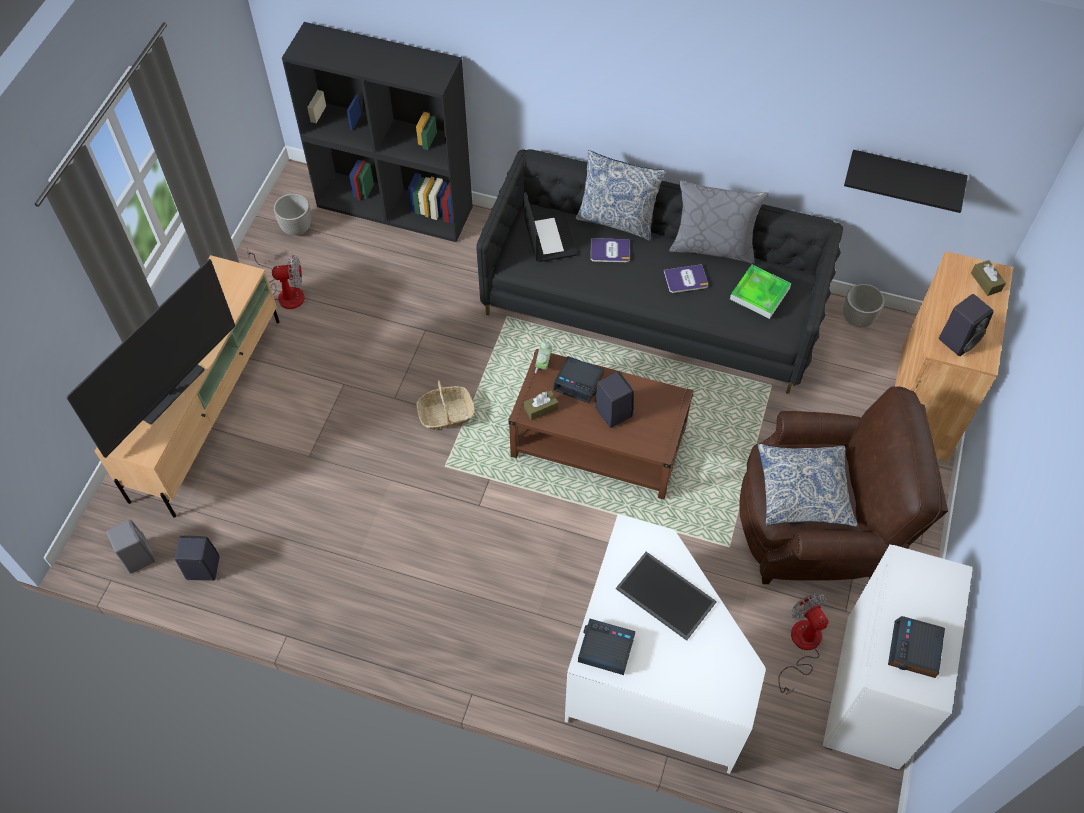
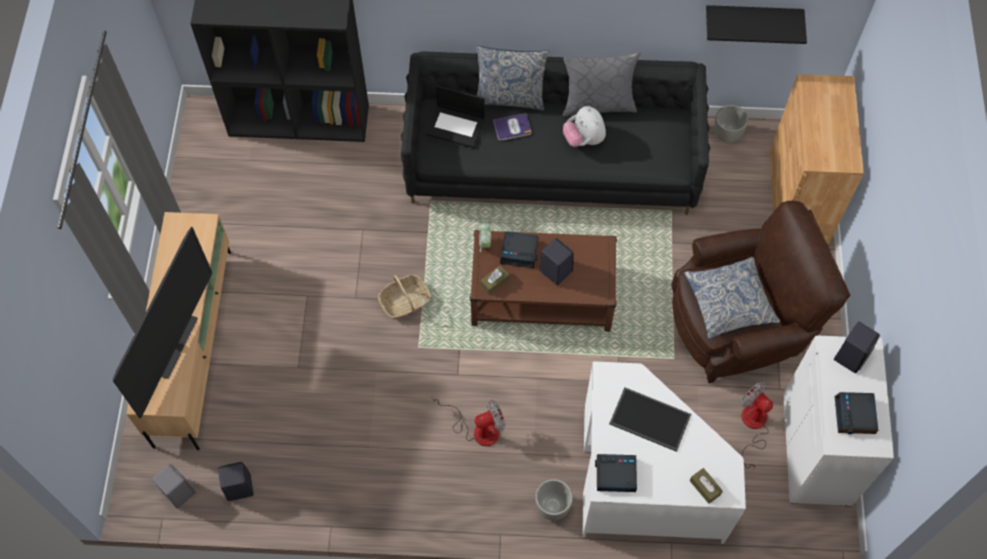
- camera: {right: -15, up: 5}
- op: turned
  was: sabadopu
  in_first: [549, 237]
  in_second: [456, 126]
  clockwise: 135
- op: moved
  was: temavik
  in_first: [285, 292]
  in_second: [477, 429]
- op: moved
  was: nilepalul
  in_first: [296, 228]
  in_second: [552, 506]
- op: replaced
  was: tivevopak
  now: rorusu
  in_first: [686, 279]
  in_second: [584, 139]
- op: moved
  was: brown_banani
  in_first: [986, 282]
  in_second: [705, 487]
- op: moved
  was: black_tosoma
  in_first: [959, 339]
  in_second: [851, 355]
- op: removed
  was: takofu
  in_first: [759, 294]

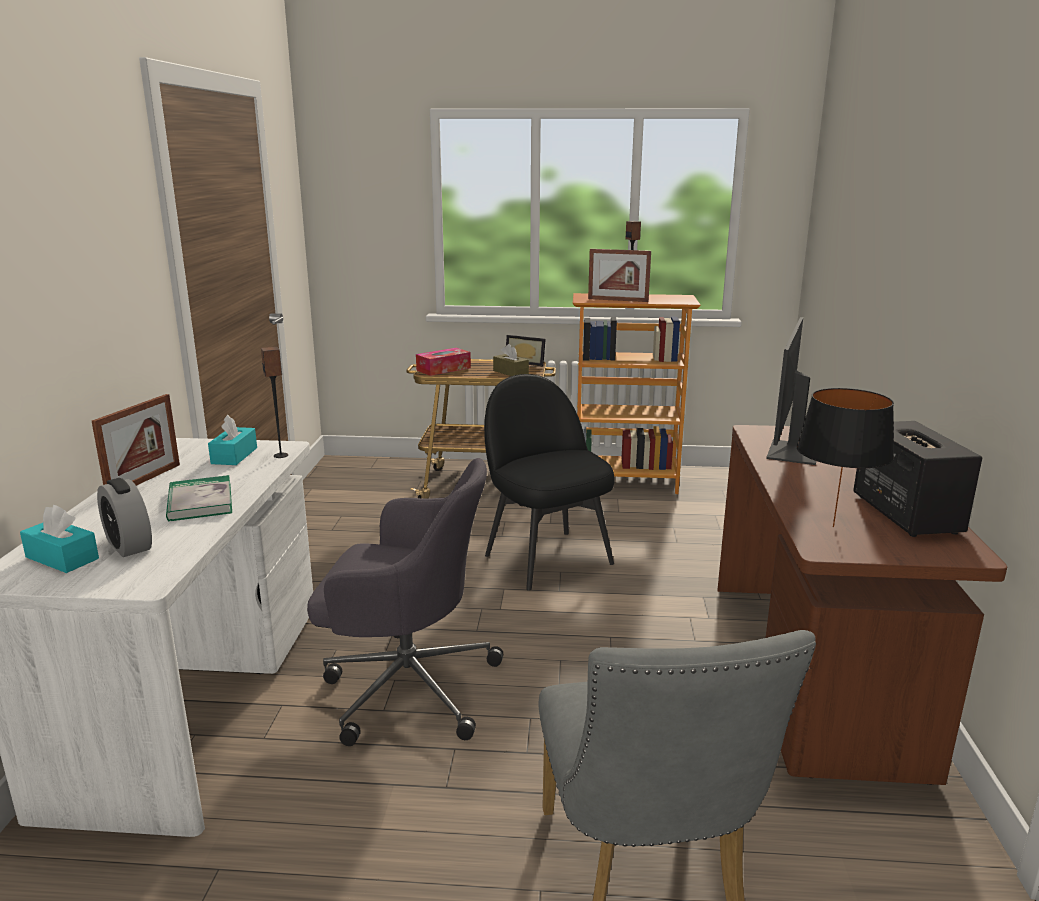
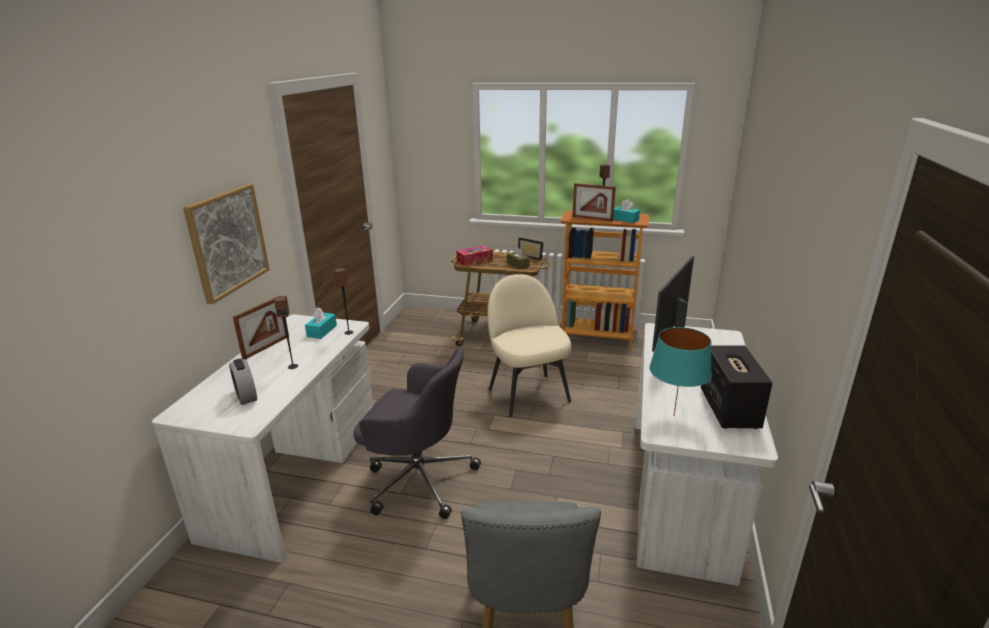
- camera: {right: 10, up: 5}
- op: added
  now: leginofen
  in_second: [227, 241]
- op: replaced
  was: tivevopak
  now: tosoma
  in_first: [200, 502]
  in_second: [293, 366]
- op: recoloured
  was: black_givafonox
  now: beige_givafonox
  in_first: [546, 558]
  in_second: [528, 394]
- op: moved
  was: turquoise_banani
  in_first: [62, 558]
  in_second: [625, 219]
- op: recoloured
  was: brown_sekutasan
  now: white_sekutasan
  in_first: [816, 671]
  in_second: [681, 494]
- op: recoloured
  was: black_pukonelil
  now: turquoise_pukonelil
  in_first: [834, 527]
  in_second: [674, 416]

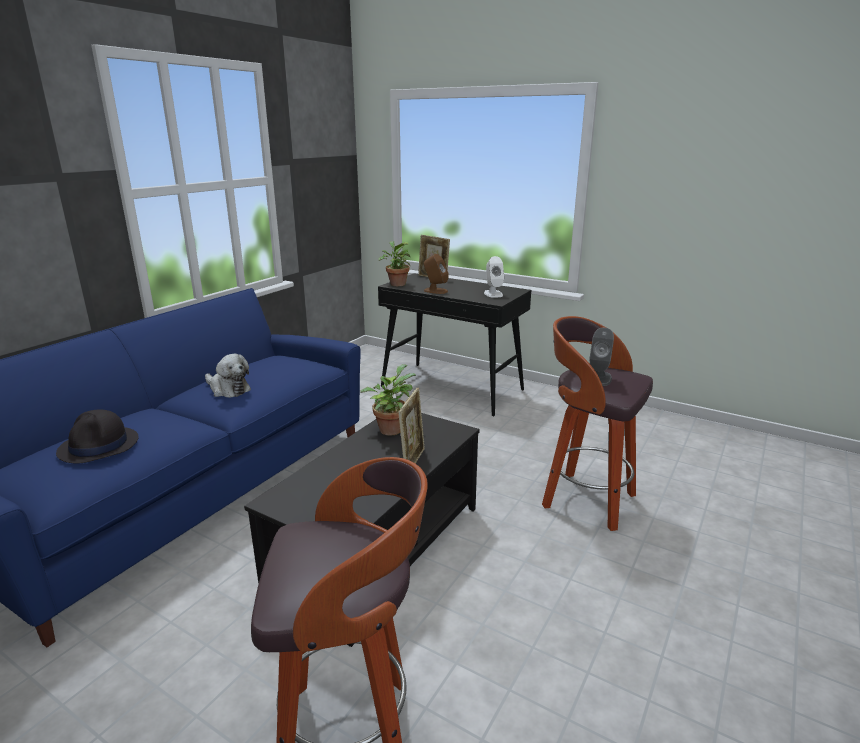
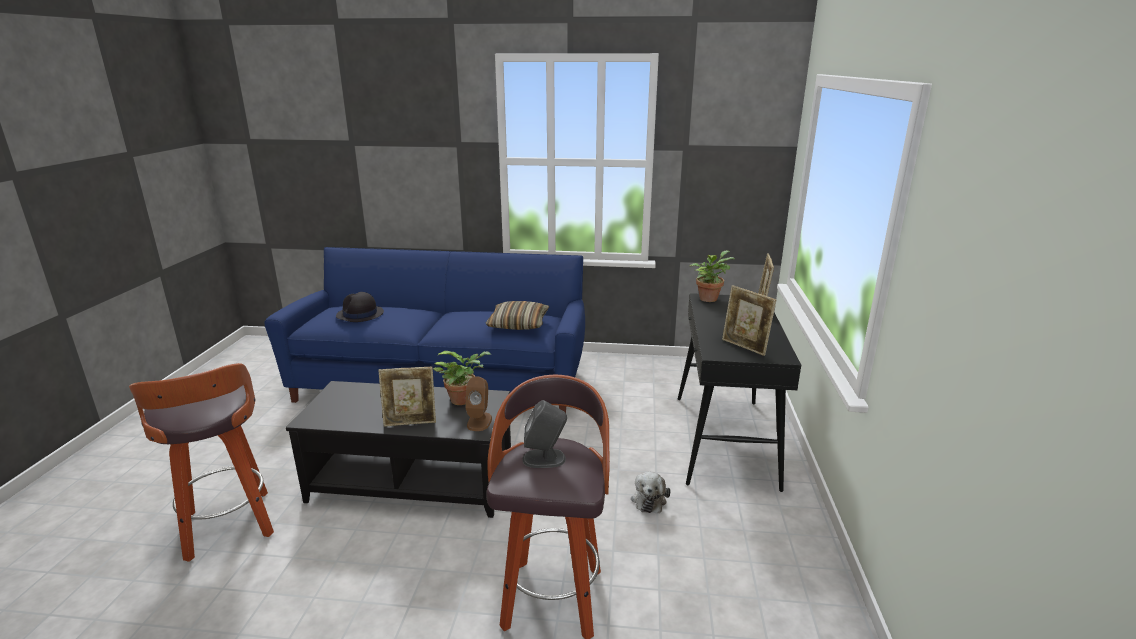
- camera: {right: 65, up: 0}
- op: moved
  was: brown_tosoma
  in_first: [435, 291]
  in_second: [479, 421]
- op: added
  now: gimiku
  in_second: [518, 324]
- op: moved
  was: rorusu
  in_first: [228, 389]
  in_second: [649, 499]
- op: replaced
  was: white_tosoma
  now: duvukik
  in_first: [493, 294]
  in_second: [744, 347]

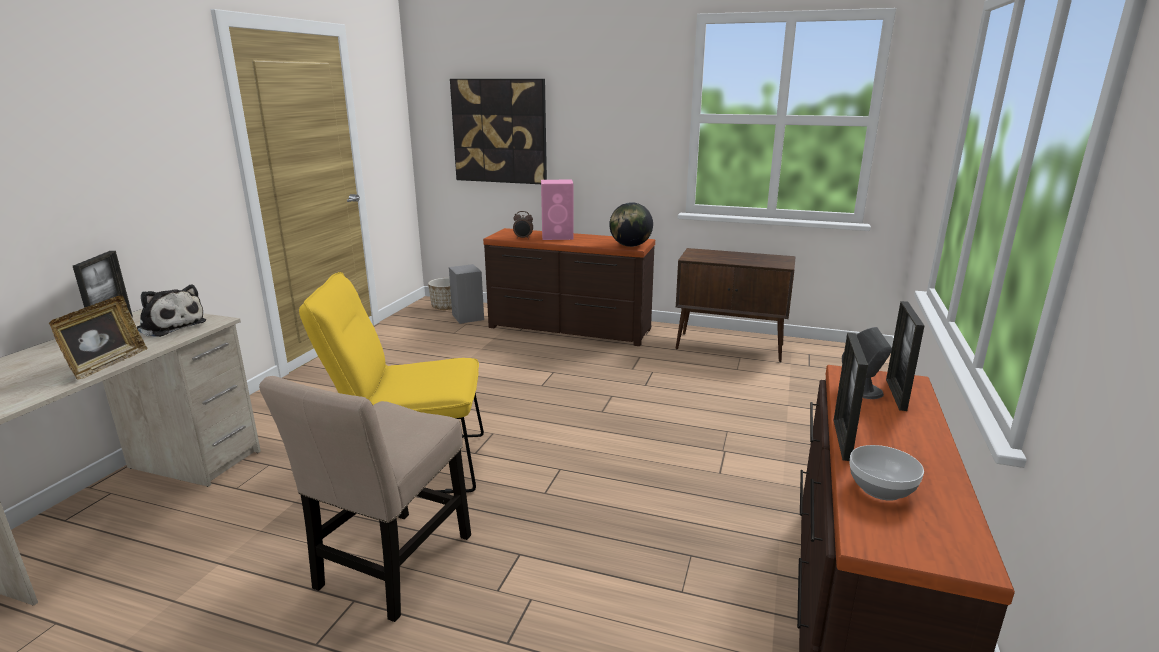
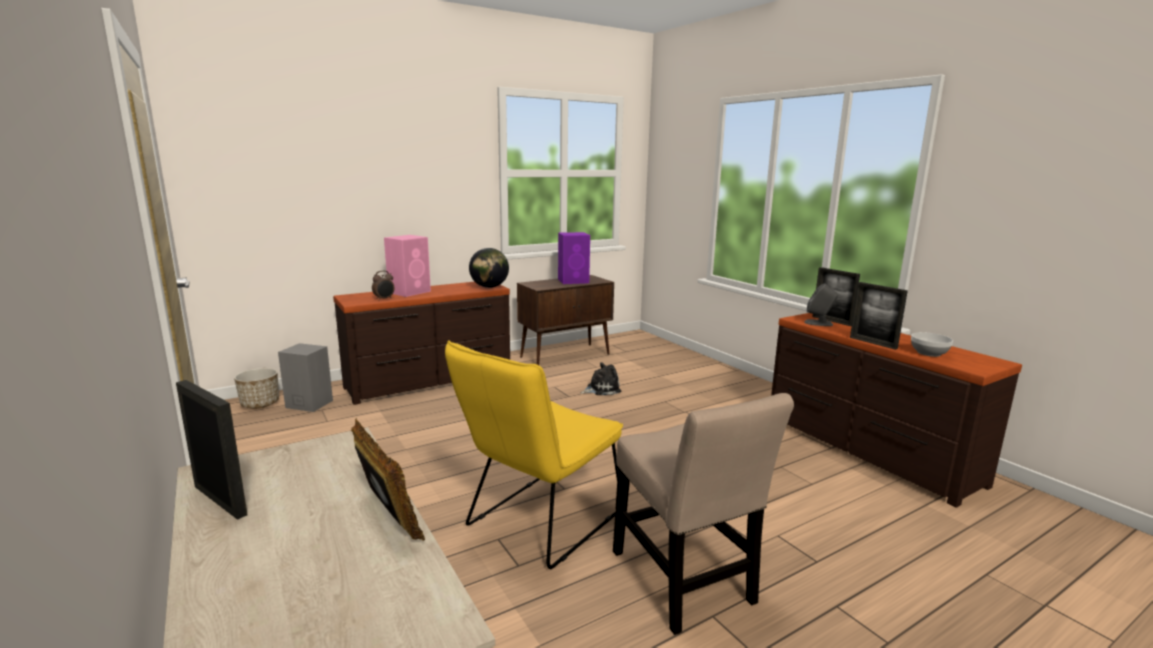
- camera: {right: -50, up: -5}
- op: added
  now: purple_tosoma
  in_second: [574, 281]
- op: moved
  was: rorusu
  in_first: [170, 326]
  in_second: [601, 389]
- op: removed
  was: leginofen
  in_first: [499, 131]

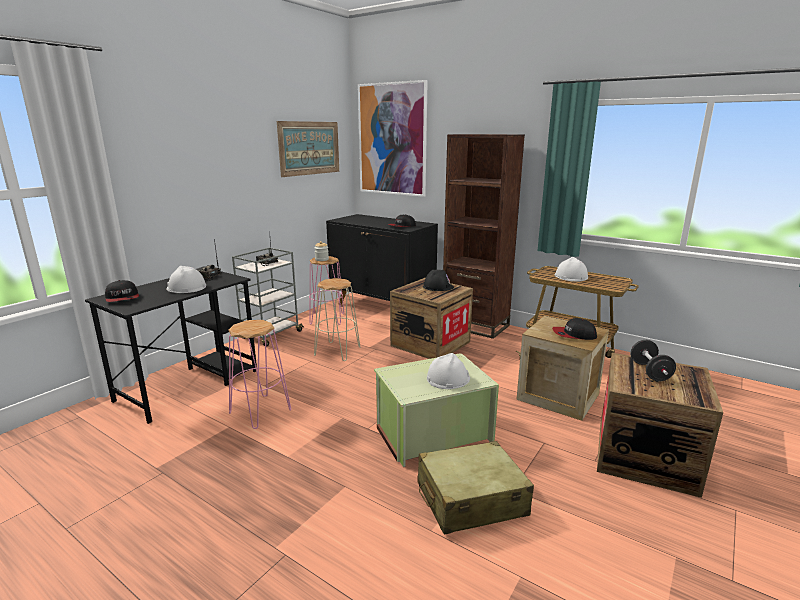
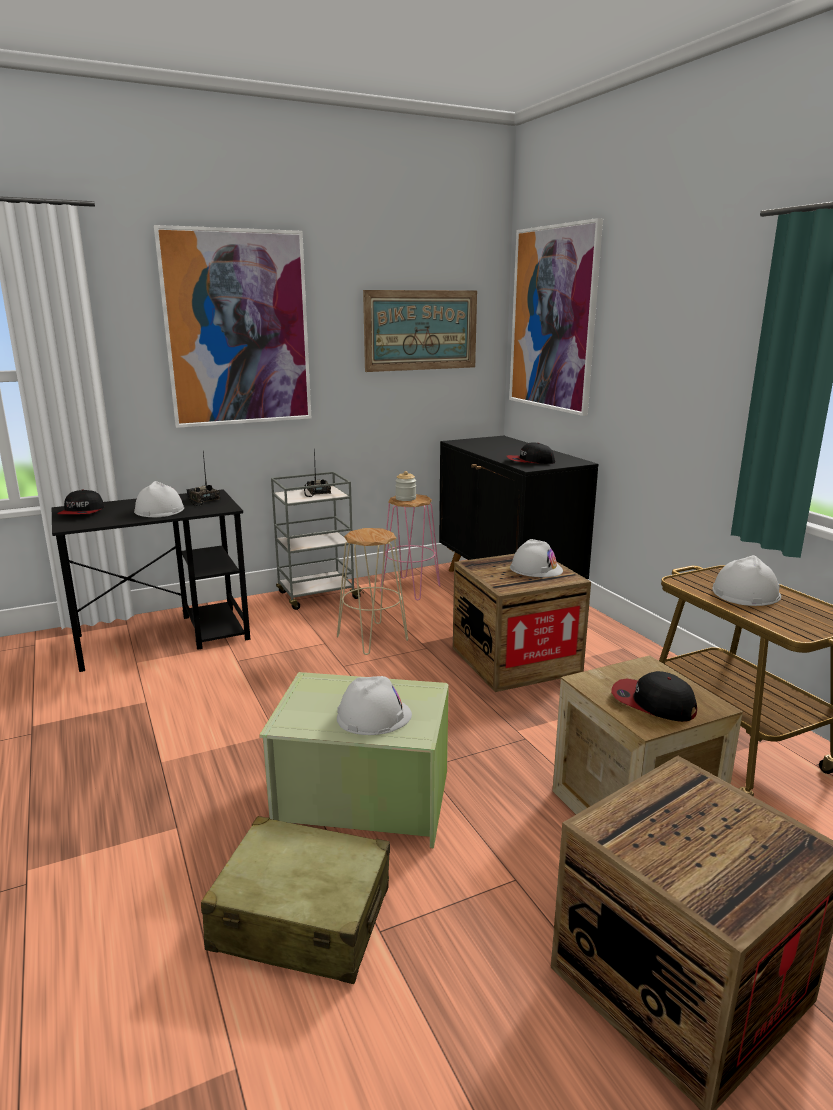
- camera: {right: 30, up: 0}
- op: added
  now: leginofen
  in_second: [237, 329]
- op: recoloured
  was: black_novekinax
  now: white_novekinax
  in_first: [438, 286]
  in_second: [536, 569]
- op: removed
  was: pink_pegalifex
  in_first: [260, 412]
- op: removed
  was: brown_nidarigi
  in_first: [475, 325]
- op: removed
  was: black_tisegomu
  in_first: [650, 372]

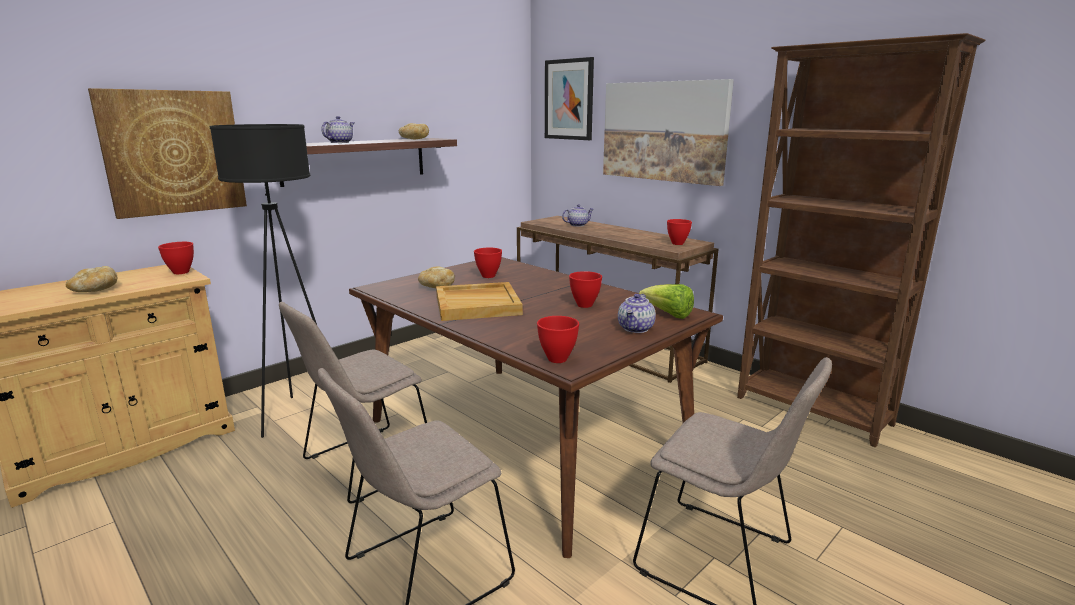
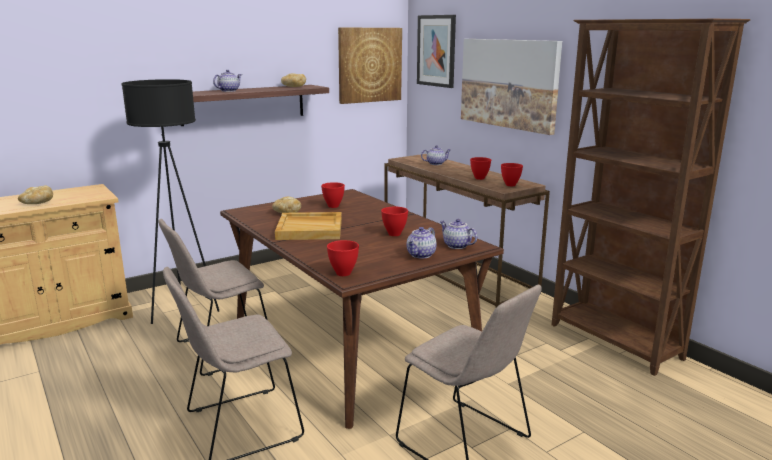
- camera: {right: 10, up: 0}
- op: moved
  was: leginofen
  in_first: [173, 152]
  in_second: [369, 65]
- op: replaced
  was: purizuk
  now: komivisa
  in_first: [668, 315]
  in_second: [456, 246]
- op: moved
  was: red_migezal
  in_first: [180, 272]
  in_second: [479, 178]

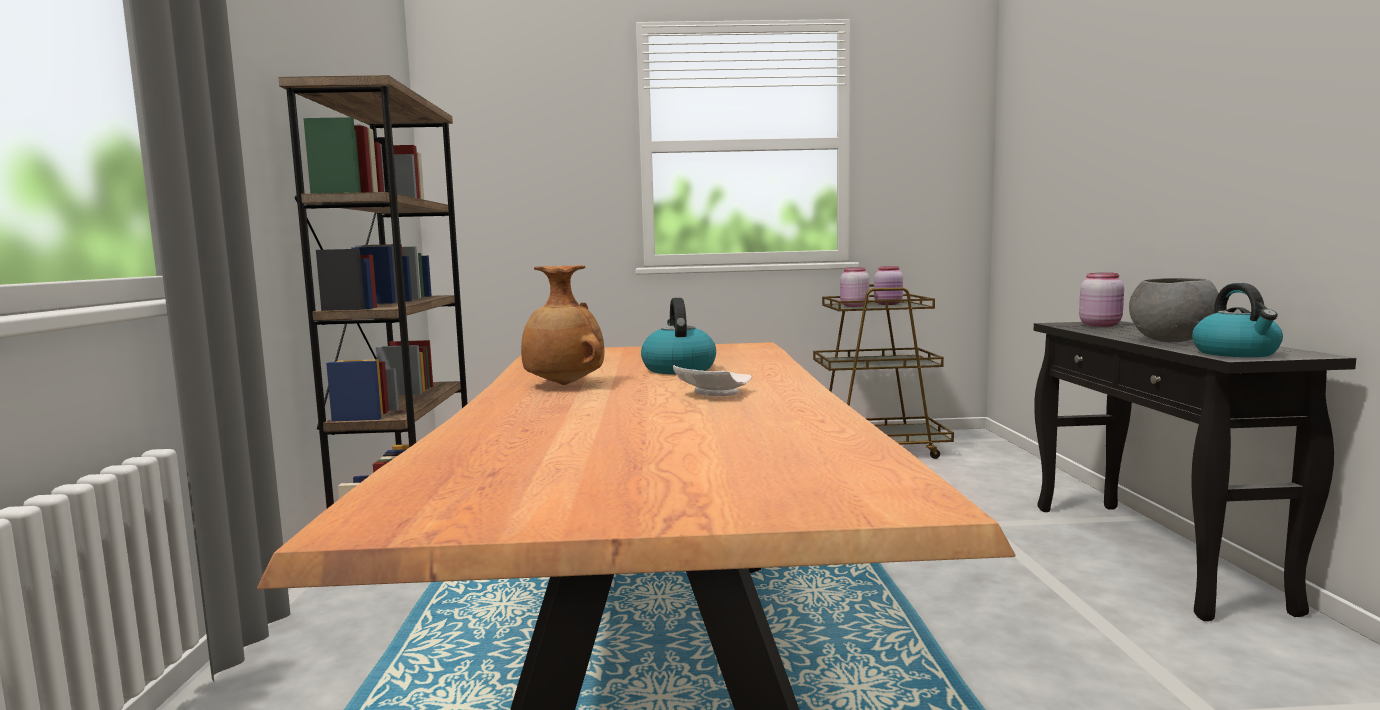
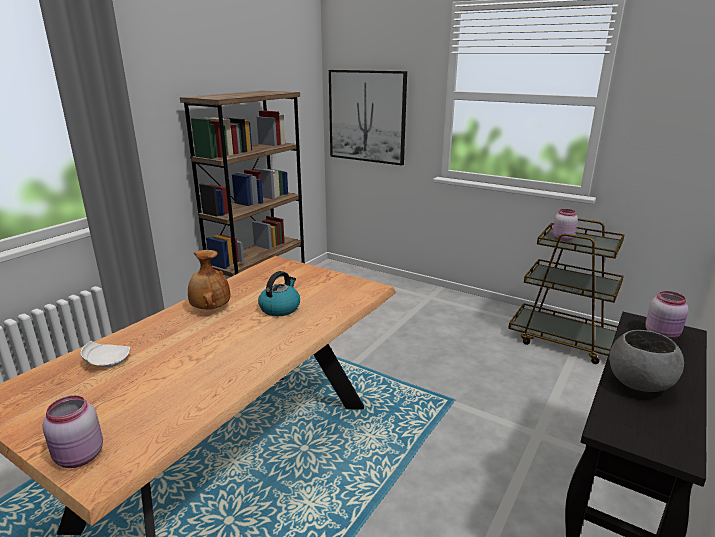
- camera: {right: 35, up: 15}
- op: moved
  was: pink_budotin
  in_first: [889, 304]
  in_second: [79, 457]
- op: moved
  was: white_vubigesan
  in_first: [712, 394]
  in_second: [107, 361]
- op: added
  now: leginofen
  in_second: [367, 116]
- op: removed
  was: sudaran
  in_first: [1236, 353]

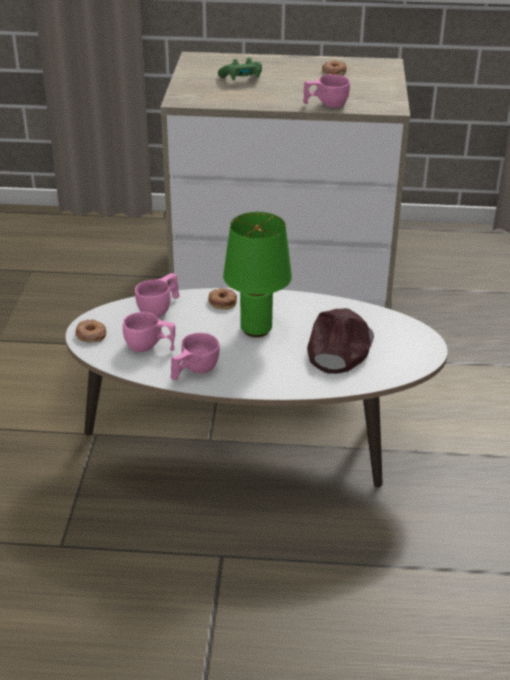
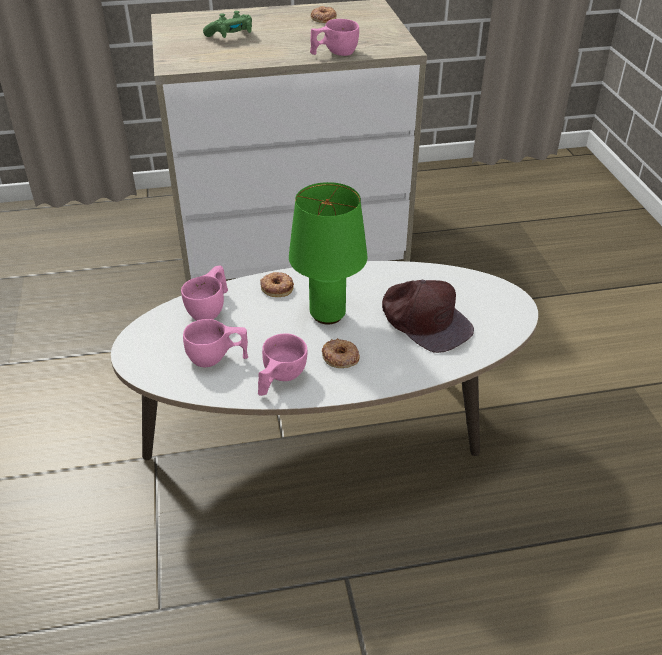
- camera: {right: -15, up: 5}
- op: moved
  was: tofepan
  in_first: [91, 334]
  in_second: [340, 357]
- op: turned
  was: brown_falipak
  in_first: [339, 347]
  in_second: [425, 320]
  clockwise: 135

